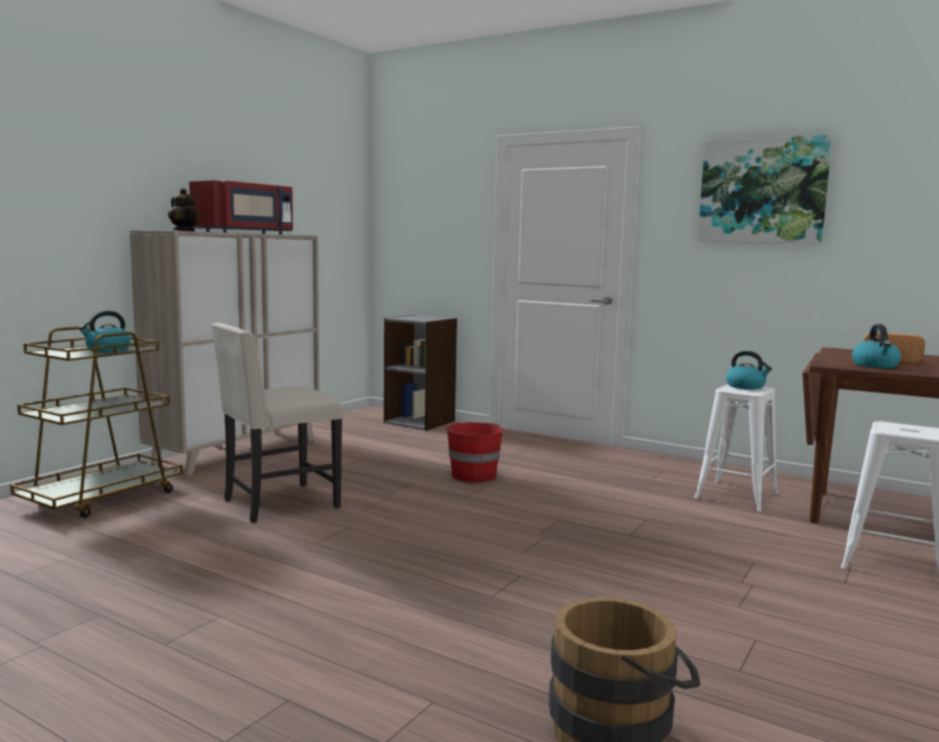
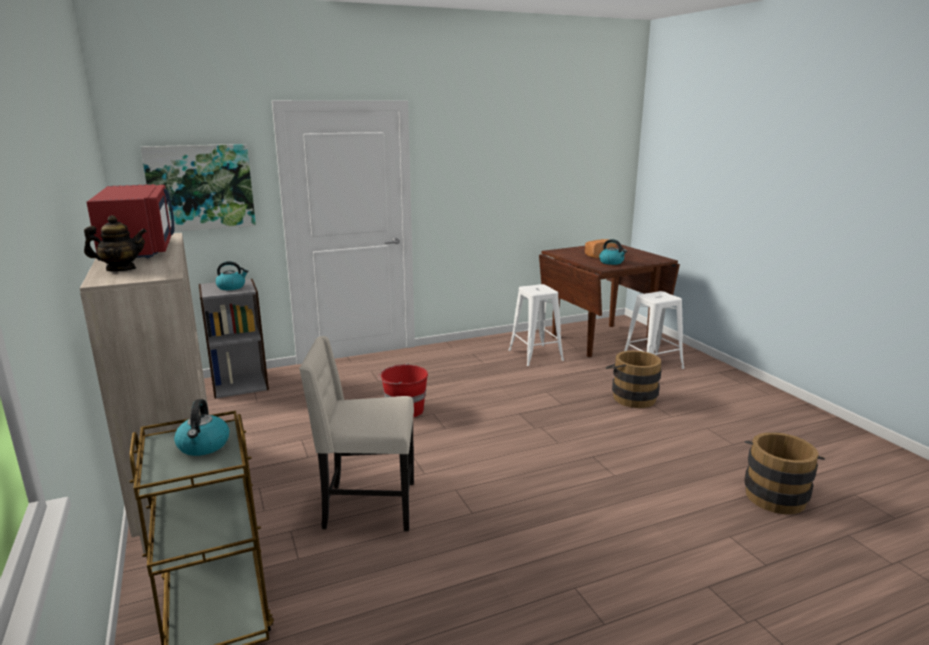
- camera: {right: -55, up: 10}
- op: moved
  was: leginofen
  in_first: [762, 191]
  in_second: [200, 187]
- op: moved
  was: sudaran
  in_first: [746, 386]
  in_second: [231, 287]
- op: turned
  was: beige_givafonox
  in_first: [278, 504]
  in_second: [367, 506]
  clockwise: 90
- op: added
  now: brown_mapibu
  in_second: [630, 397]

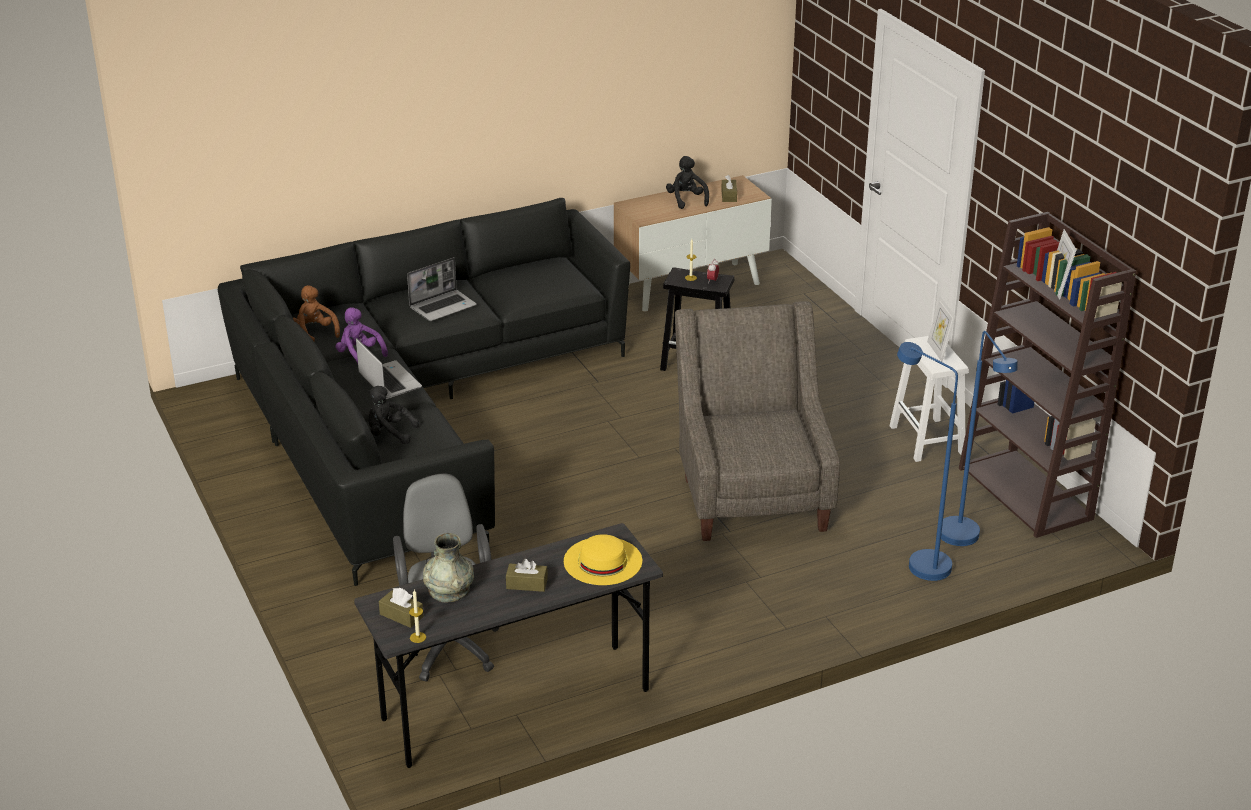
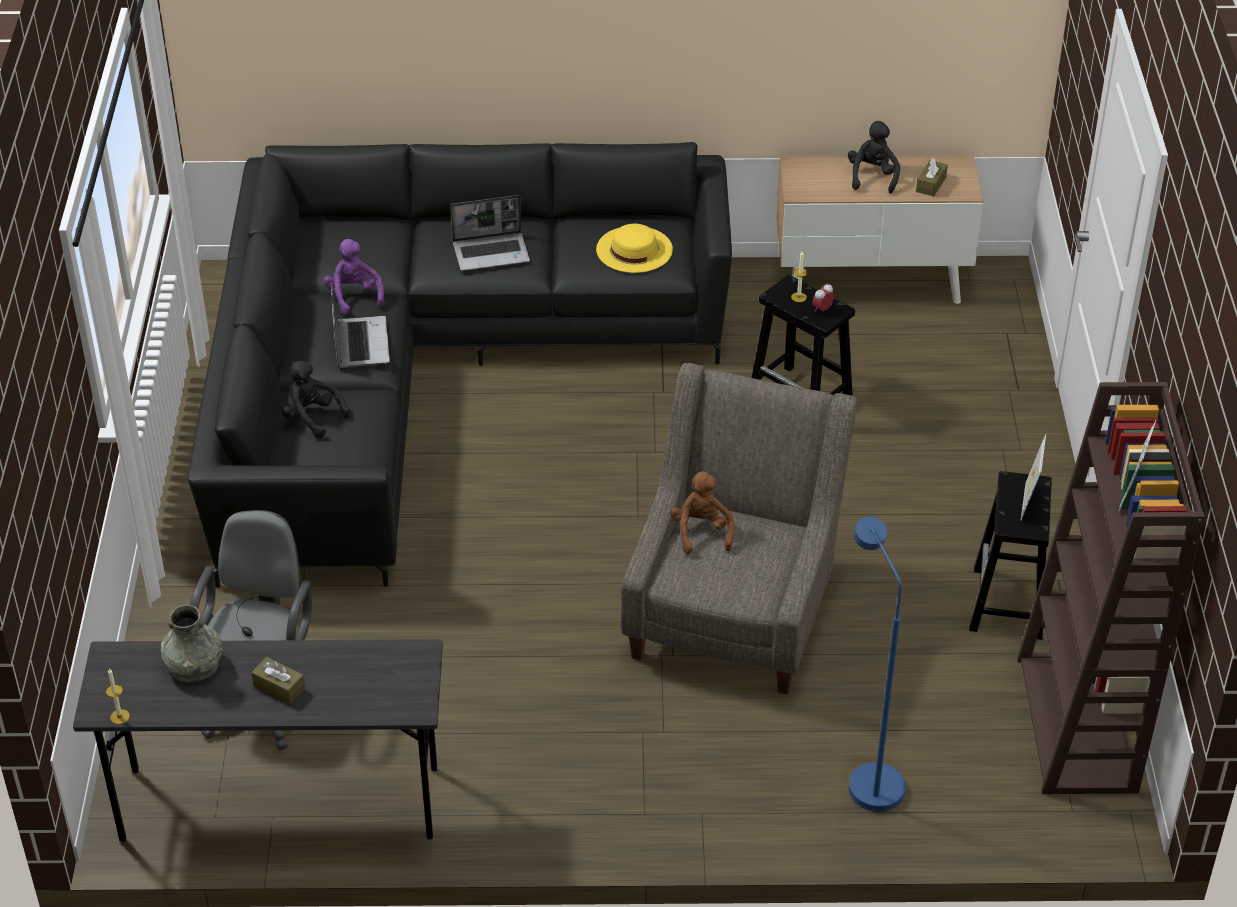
- camera: {right: 25, up: 10}
- op: moved
  was: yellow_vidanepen
  in_first: [602, 561]
  in_second: [634, 249]
- op: moved
  was: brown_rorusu
  in_first: [314, 333]
  in_second: [701, 532]
- op: recoloured
  was: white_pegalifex
  now: black_pegalifex
  in_first: [927, 440]
  in_second: [1008, 604]
- op: removed
  was: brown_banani
  in_first: [401, 615]
- op: removed
  was: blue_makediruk
  in_first: [964, 540]

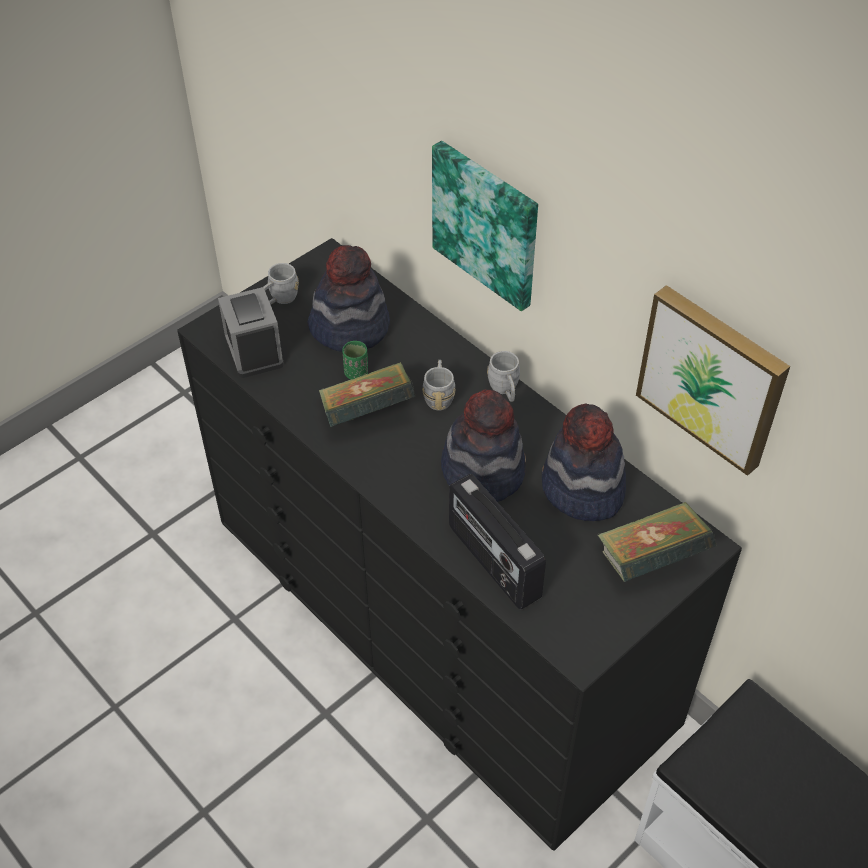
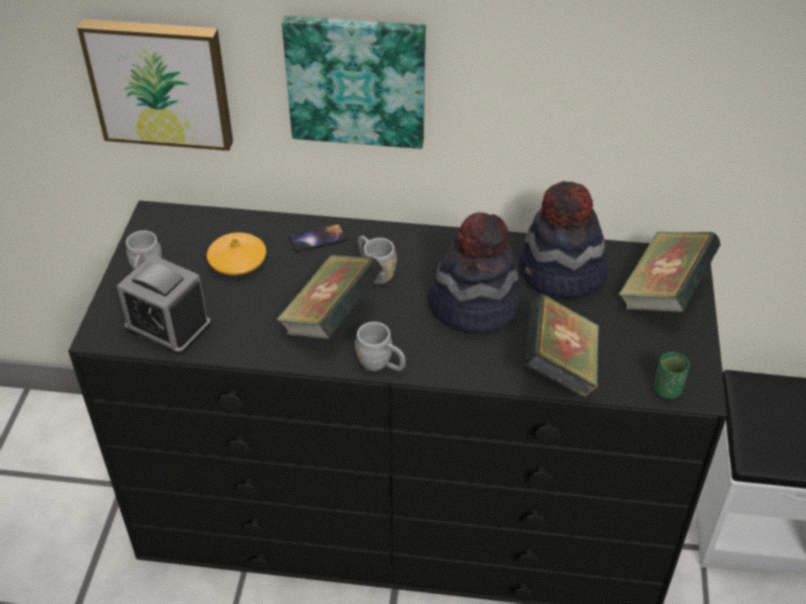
- camera: {right: -40, up: -5}
- op: moved
  was: leginofen
  in_first: [713, 377]
  in_second: [160, 82]
- op: replaced
  was: vidanepen
  now: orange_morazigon
  in_first: [349, 327]
  in_second: [237, 260]
- op: added
  now: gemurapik
  in_second: [317, 239]
- op: moved
  was: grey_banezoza
  in_first: [505, 390]
  in_second: [381, 364]
- op: replaced
  was: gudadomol
  now: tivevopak
  in_first: [492, 563]
  in_second: [559, 367]
- op: moved
  was: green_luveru
  in_first: [356, 373]
  in_second: [667, 390]

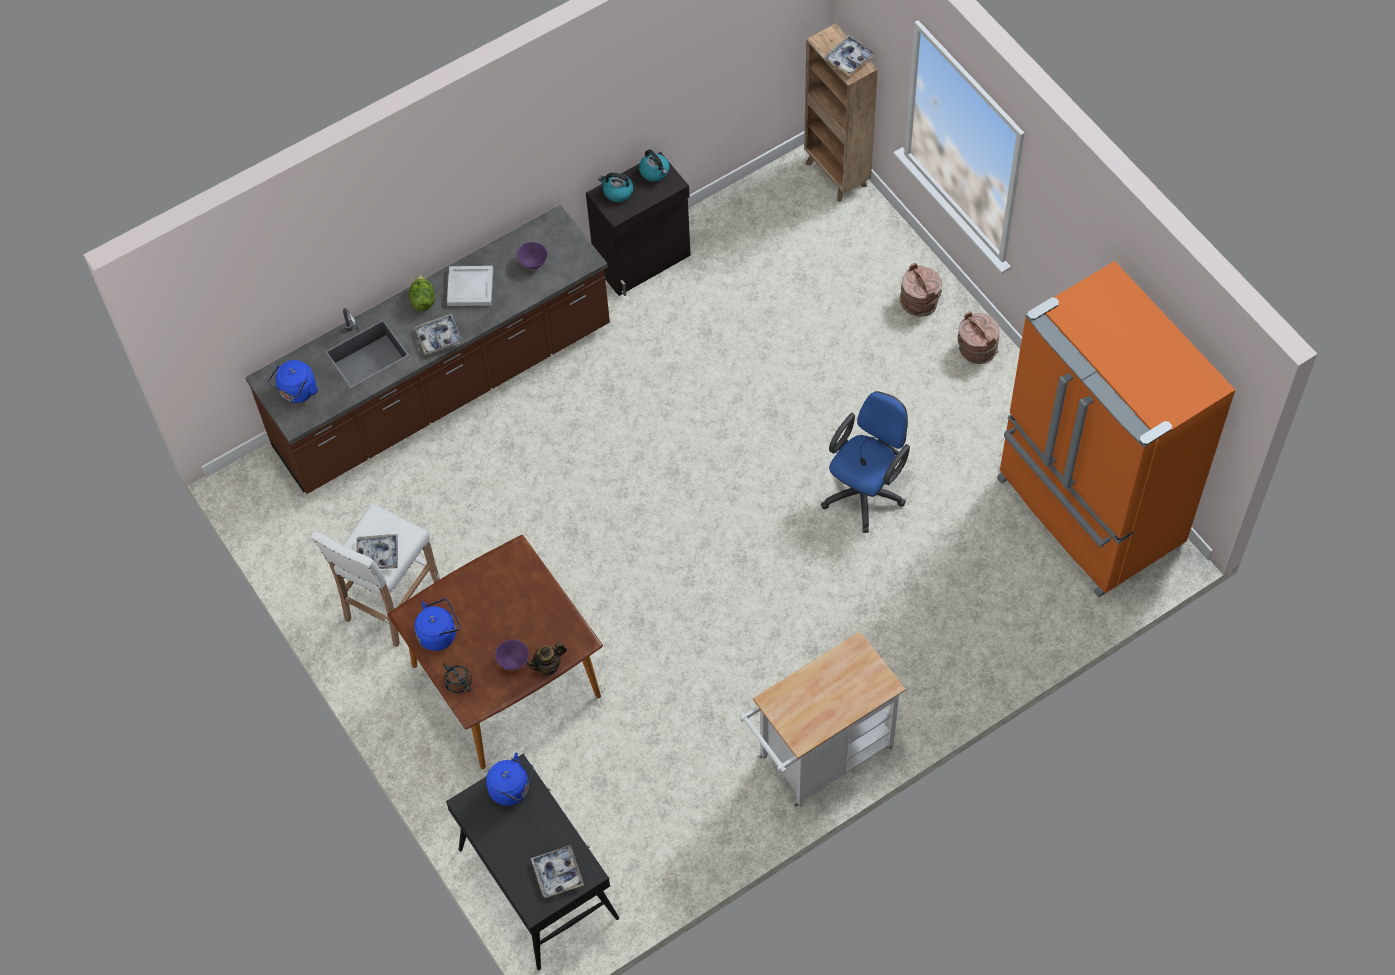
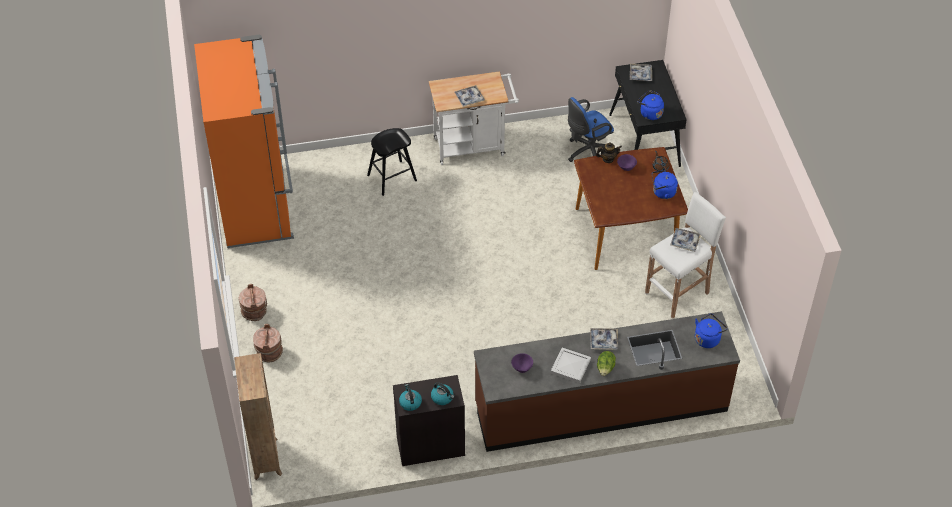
- camera: {right: -160, up: -10}
- op: added
  now: black_pegalifex
  in_second: [391, 178]
- op: moved
  was: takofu
  in_first: [849, 59]
  in_second: [469, 98]
- op: moved
  was: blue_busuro
  in_first: [866, 491]
  in_second: [588, 152]

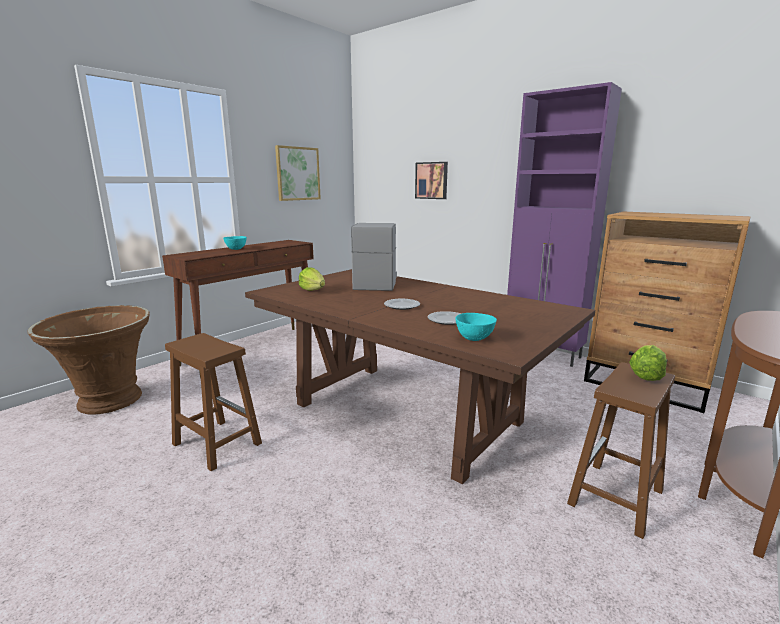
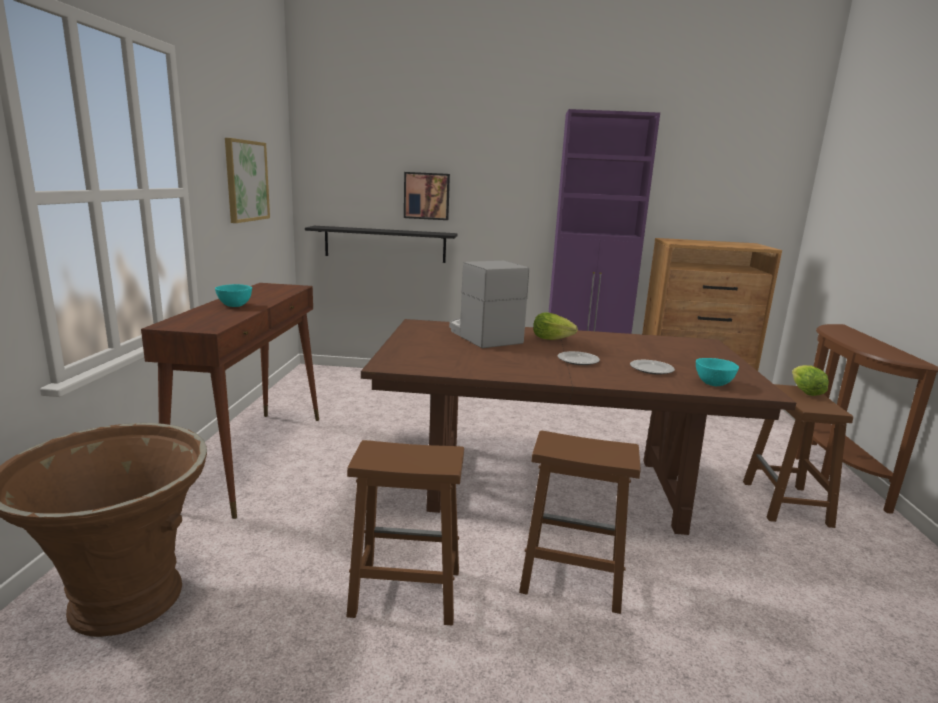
- camera: {right: -35, up: 0}
- op: added
  now: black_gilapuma
  in_second: [385, 244]
- op: added
  now: brown_pegalifex
  in_second: [570, 578]
- op: moved
  was: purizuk
  in_first: [313, 290]
  in_second: [551, 339]

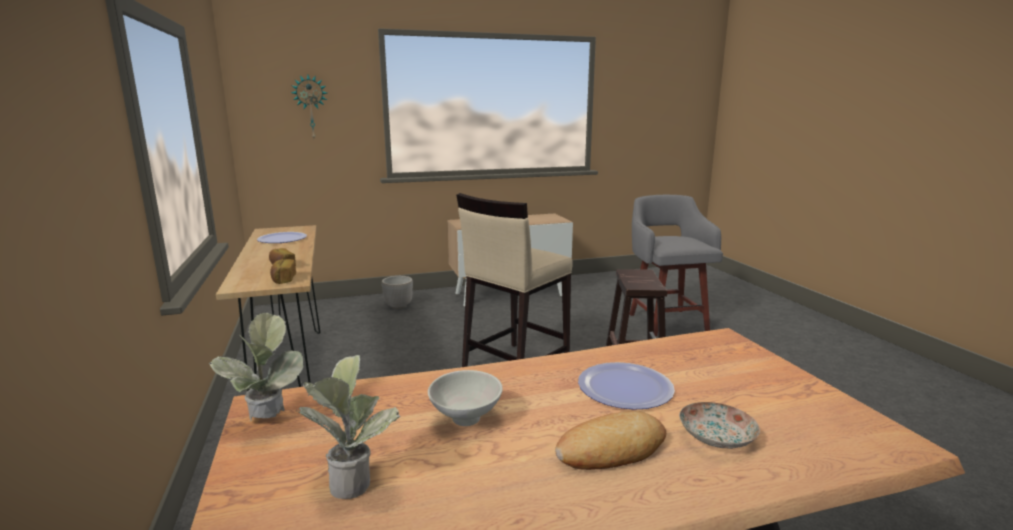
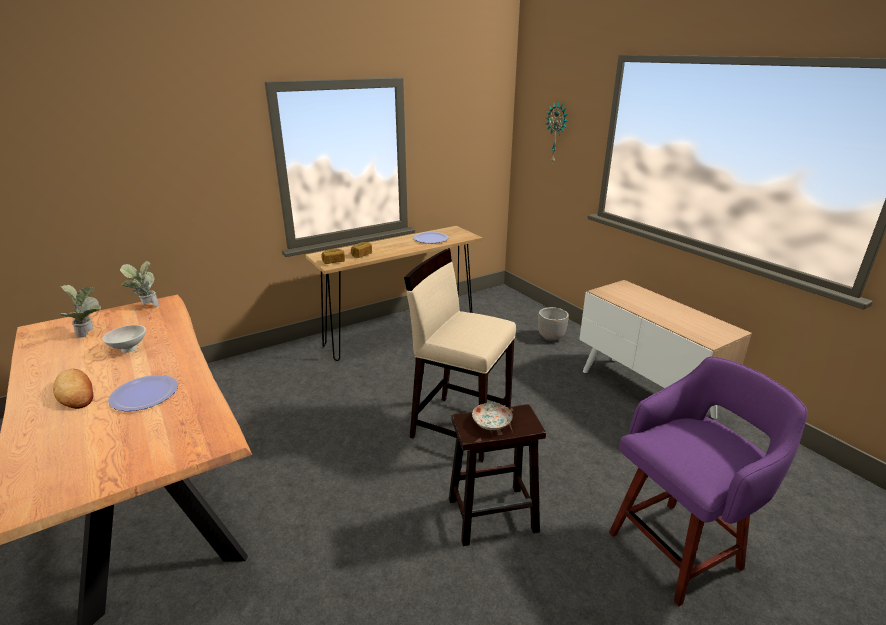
- camera: {right: 75, up: 10}
- op: moved
  was: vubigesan
  in_first: [717, 437]
  in_second: [492, 423]
- op: recoloured
  was: grey_pegalifex
  now: purple_pegalifex
  in_first: [666, 321]
  in_second: [677, 548]

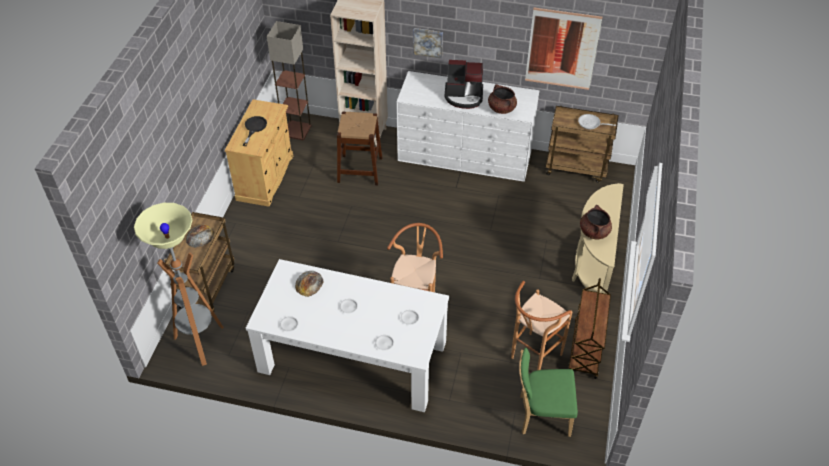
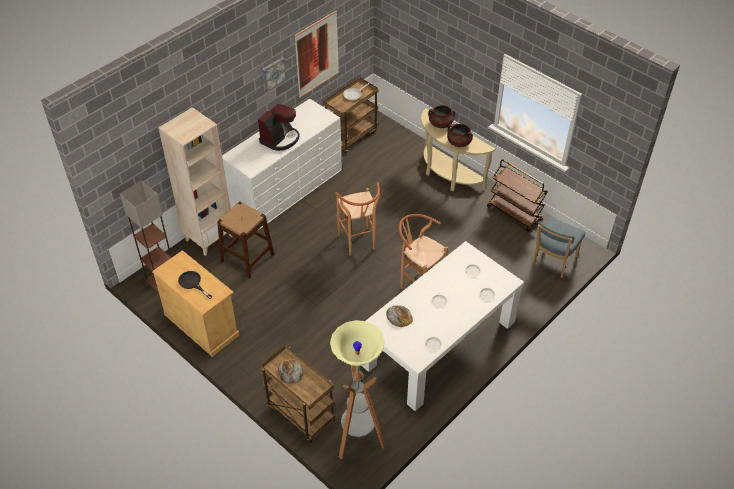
- camera: {right: -60, up: 0}
- op: moved
  was: leginofen
  in_first: [428, 42]
  in_second: [273, 74]
- op: moved
  was: brown_pegalifex
  in_first: [532, 358]
  in_second: [358, 245]
- op: moved
  was: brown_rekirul
  in_first: [501, 108]
  in_second: [440, 124]
- op: recoloured
  was: green_givafonox
  now: blue_givafonox
  in_first: [541, 415]
  in_second: [553, 261]

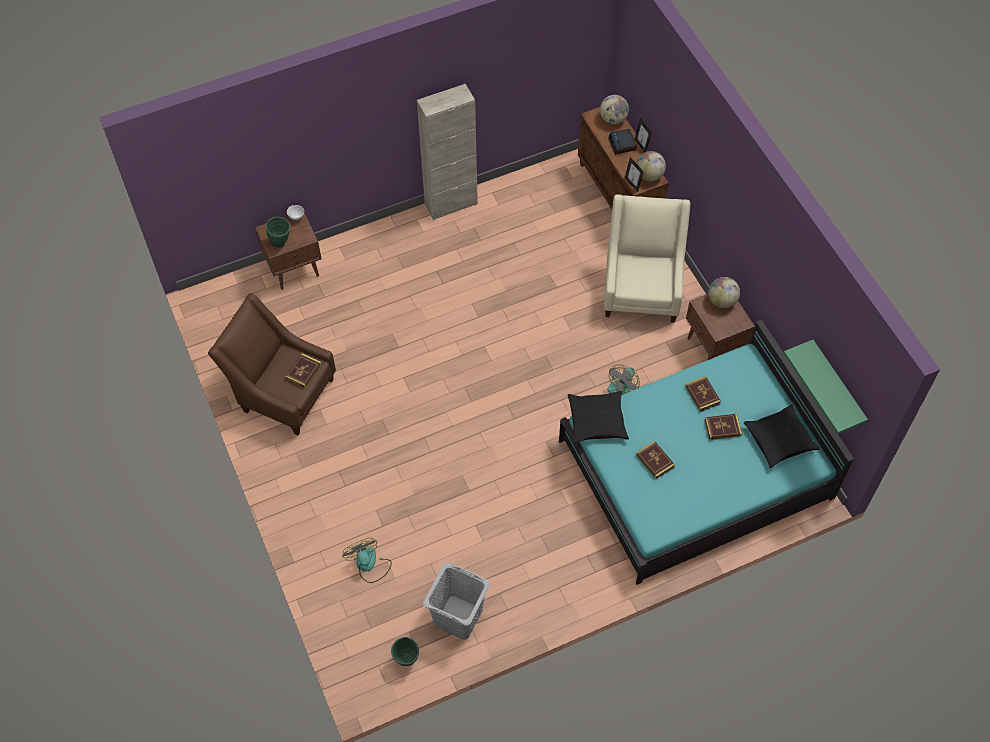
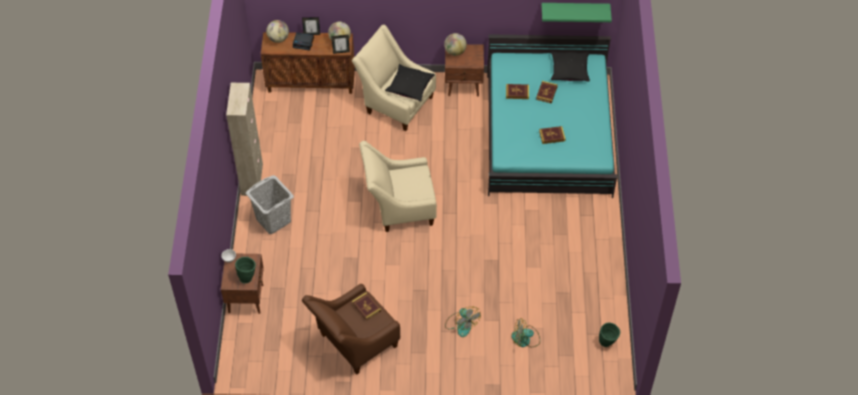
- camera: {right: -65, up: -5}
- op: moved
  was: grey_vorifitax
  in_first: [457, 617]
  in_second: [273, 220]
- op: added
  now: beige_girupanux
  in_second: [399, 207]
- op: moved
  was: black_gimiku
  in_first: [597, 420]
  in_second: [410, 86]
- op: moved
  was: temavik
  in_first: [623, 383]
  in_second: [461, 324]

